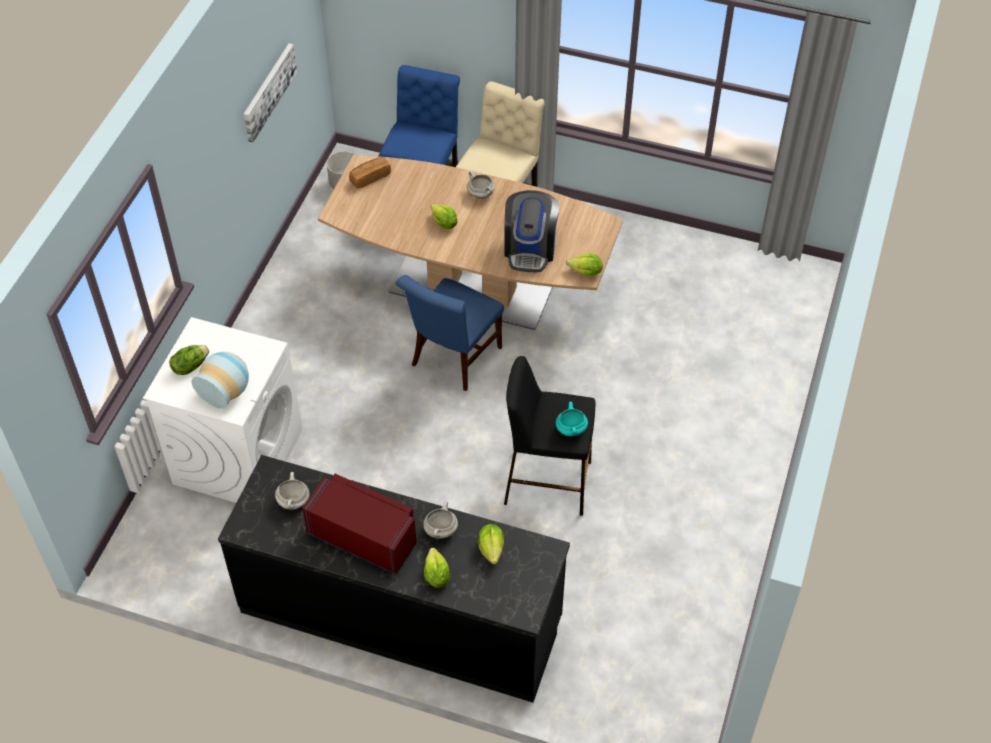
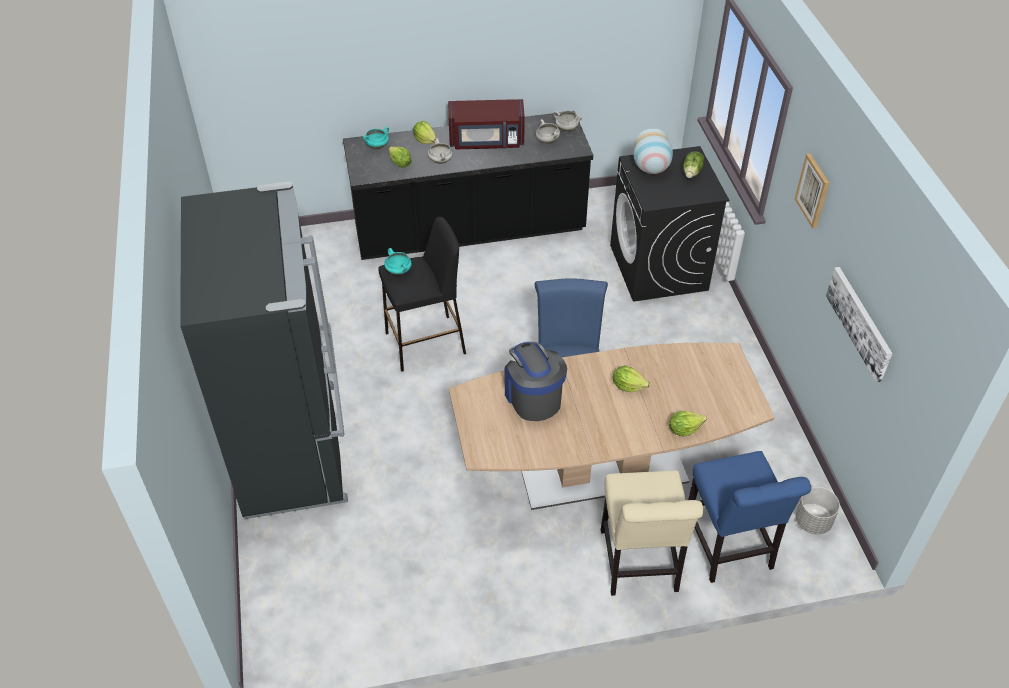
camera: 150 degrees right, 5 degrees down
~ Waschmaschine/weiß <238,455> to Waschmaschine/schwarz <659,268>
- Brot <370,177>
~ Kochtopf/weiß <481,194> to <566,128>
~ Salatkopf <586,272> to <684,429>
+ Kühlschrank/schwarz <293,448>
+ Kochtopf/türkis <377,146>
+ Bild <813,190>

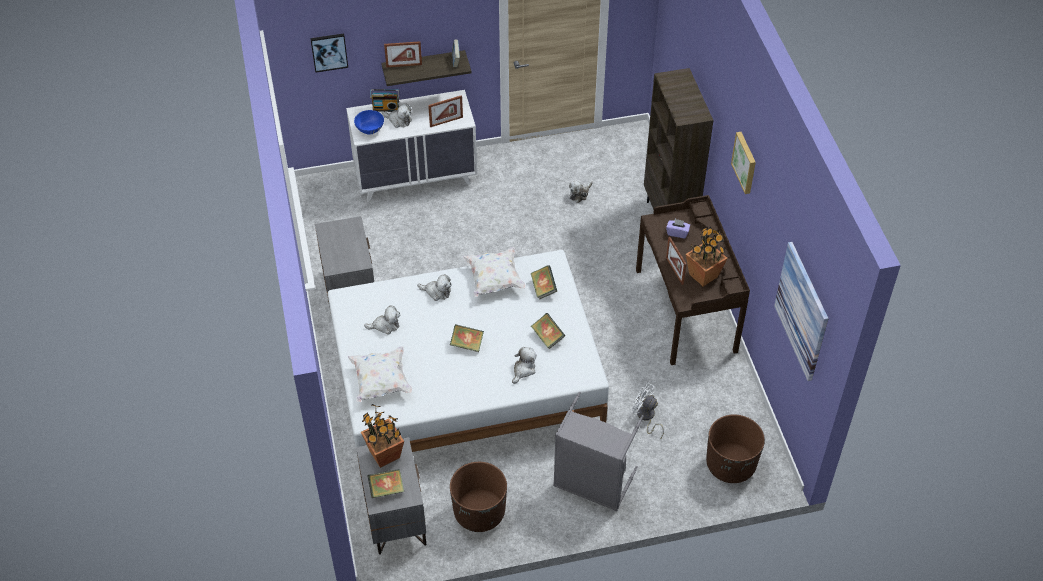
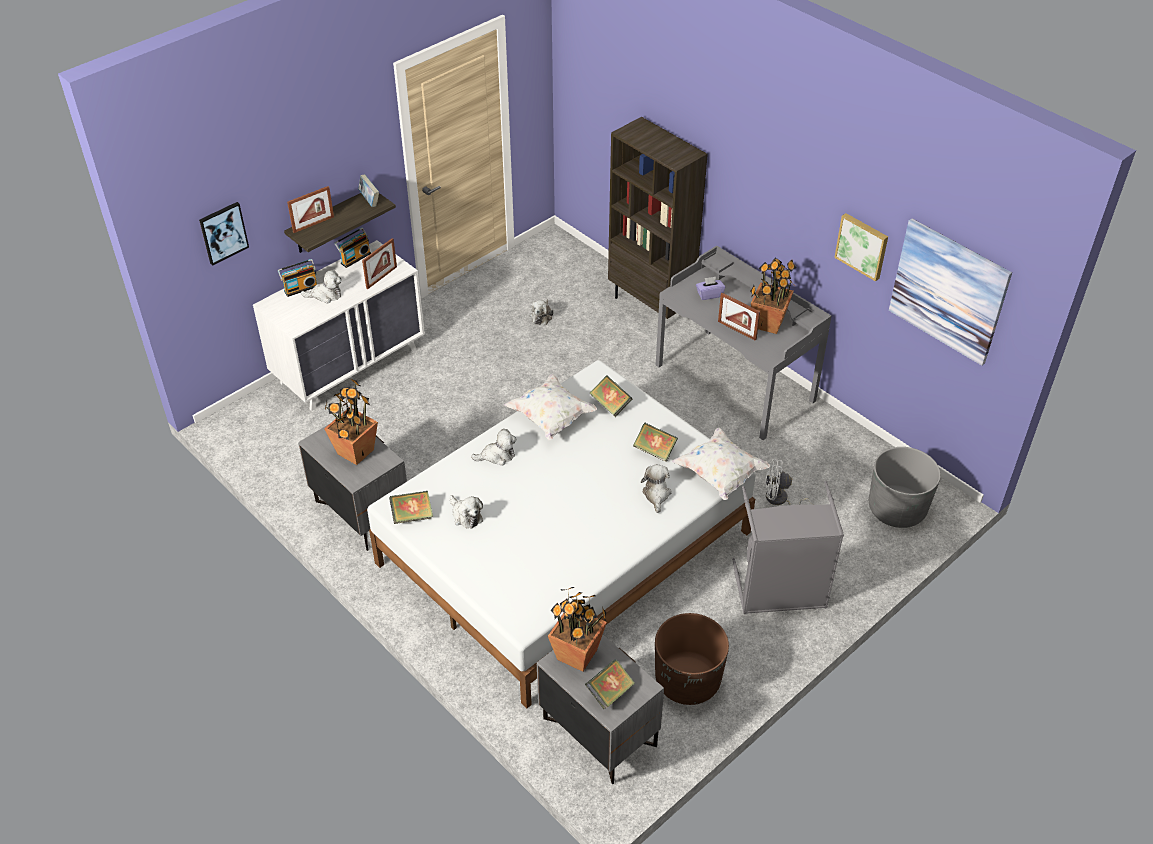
camera: 30 degrees left, 5 degrees down
~ Kissen/weiß <381,382> to <720,474>
- Schüssel/blau <370,129>
~ Plüschtier <385,325> = <466,515> 90 degrees clockwise
~ Buch <467,344> to <412,516>
~ Schreibtisch/braun <686,310> to Schreibtisch/grau <735,382>
~ Pflanzkübel/braun <730,464> to Pflanzkübel/grau <896,509>
~ Bild <745,162> to <862,245>
+ Topfpflanze <355,452>
+ Radio <354,258>

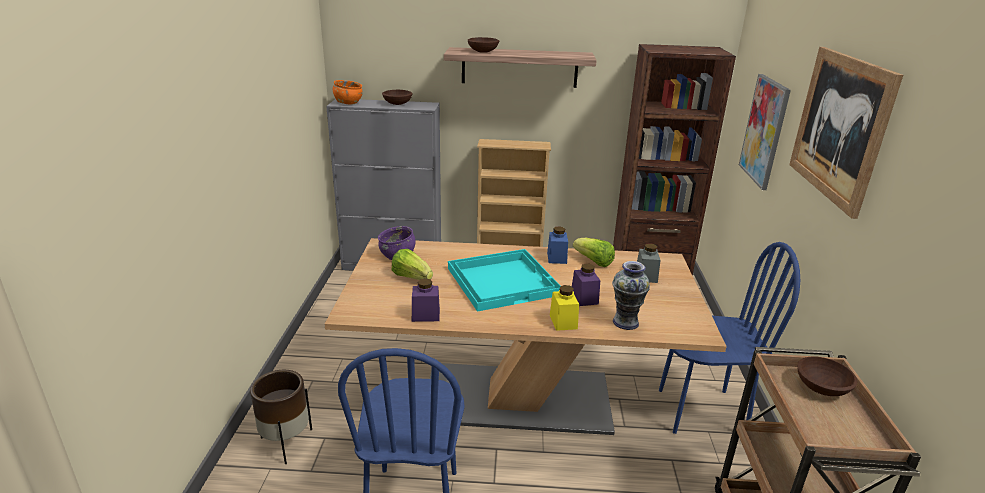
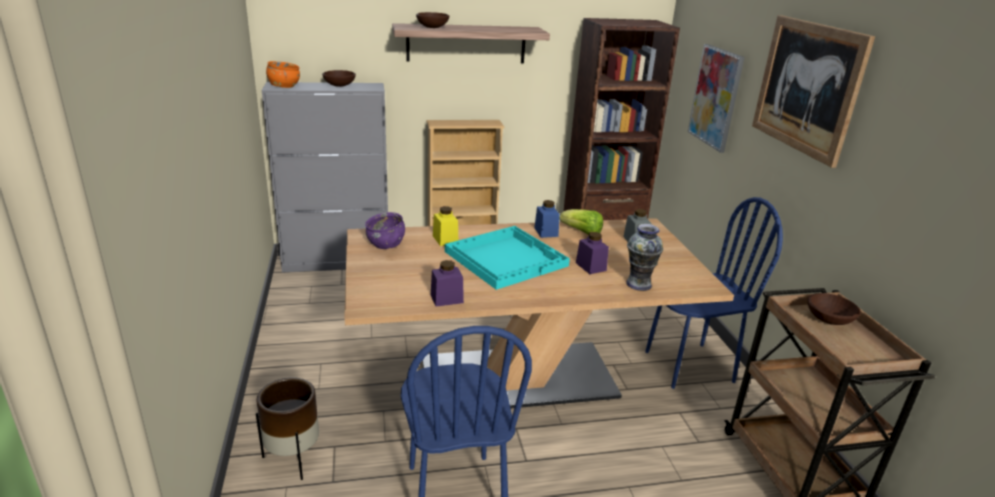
camera: 15 degrees left, 0 degrees up
- Salatkopf <412,277>
~ Vorratsglas/gelb <563,322> to <445,239>

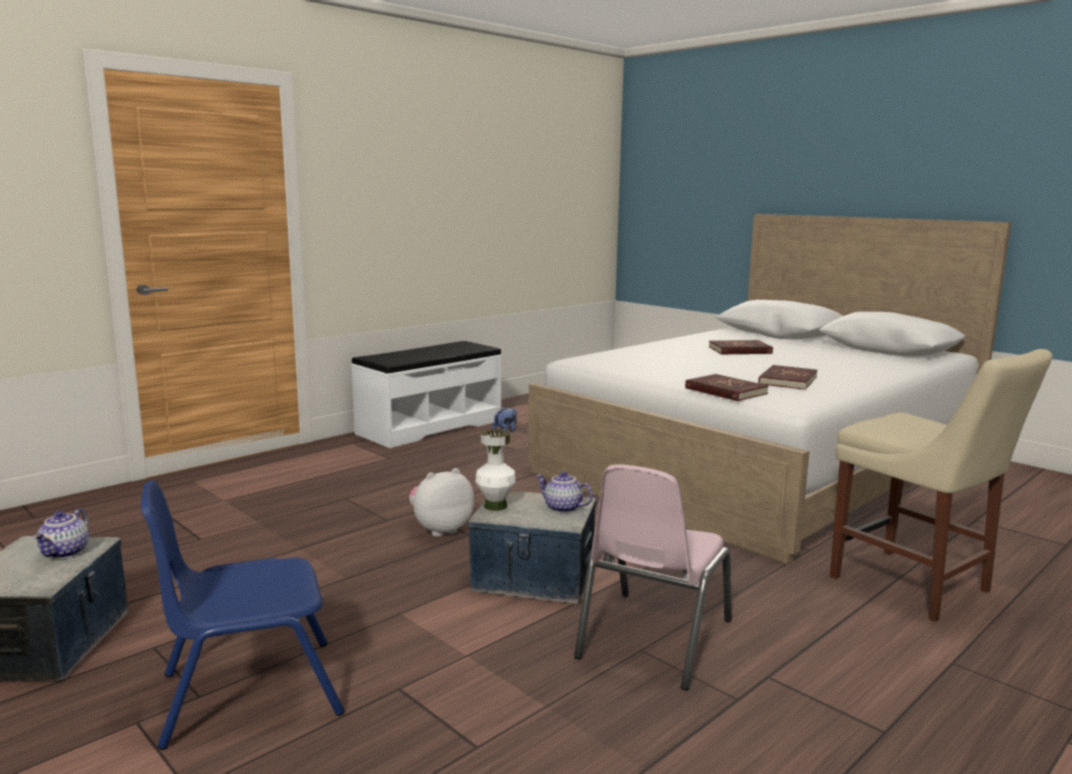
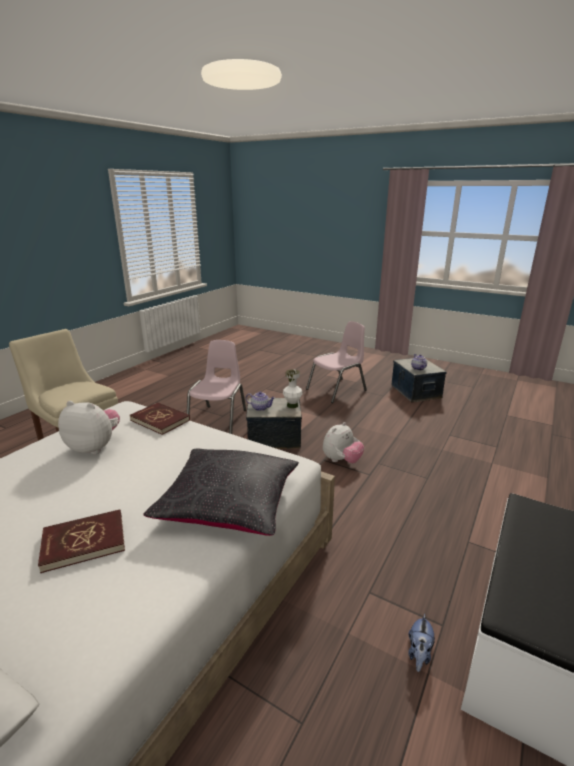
camera: 165 degrees right, 10 degrees up
~ Stuhl/blau <250,693> to Stuhl/rosa <337,390>
~ Buch/rot <787,380> to Plüschtier <95,447>
+ Kissen/schwarz <229,504>

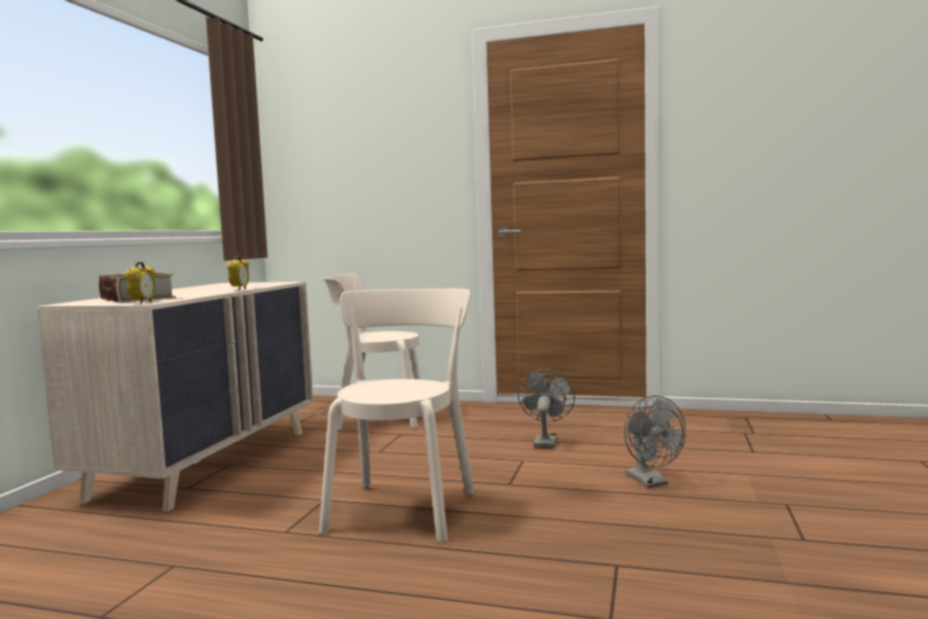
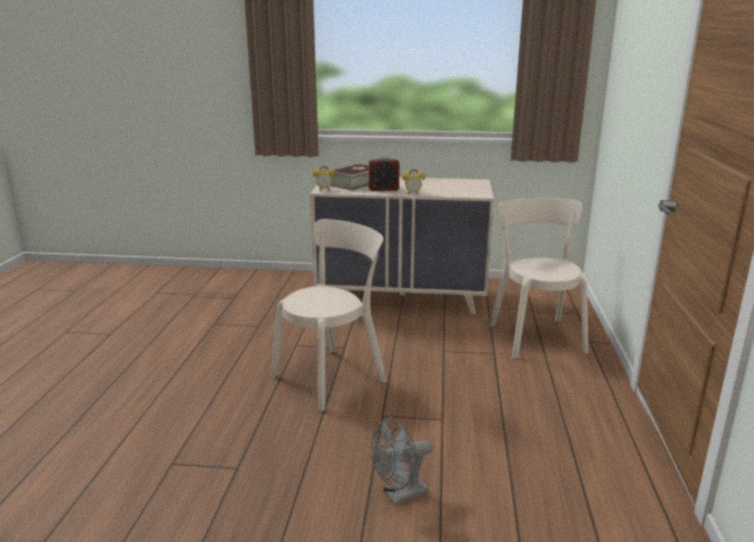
camera: 80 degrees right, 15 degrees up
~ Stuhl/beige <403,507> = <332,376> 45 degrees counterclockwise
- Ventilator/grau <545,441>
+ Wecker <383,189>

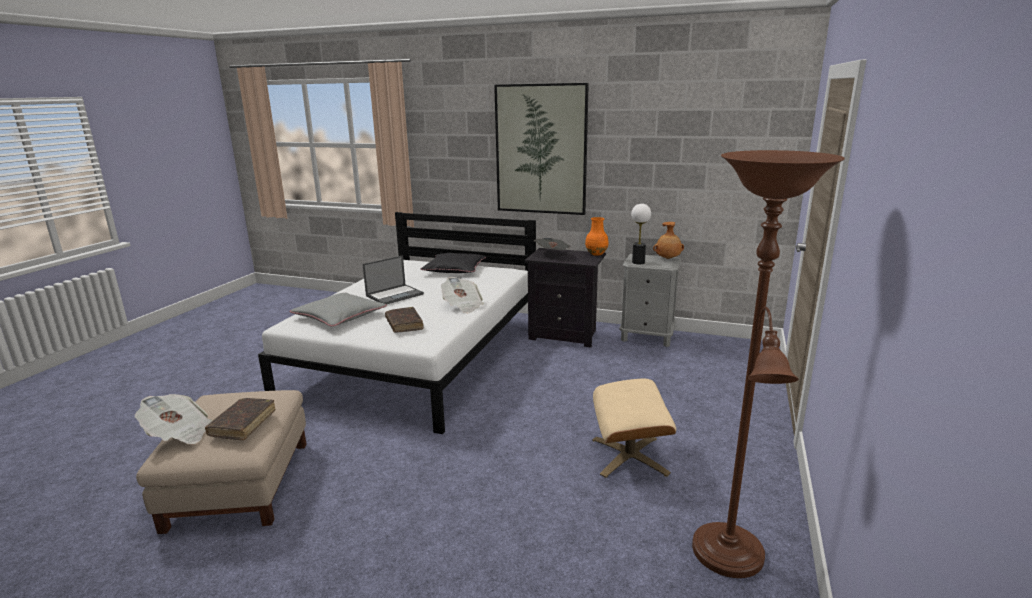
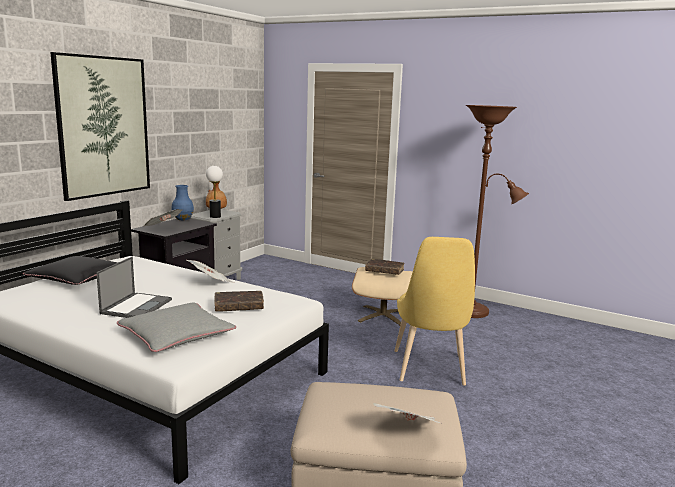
camera: 80 degrees left, 5 degrees down
~ Buch/braun <243,424> to <384,271>
~ Laptop <395,295> = <137,306> 45 degrees clockwise
~ Vase/orange <596,253> to Vase/blau <183,219>
+ Stuhl/gelb <430,371>

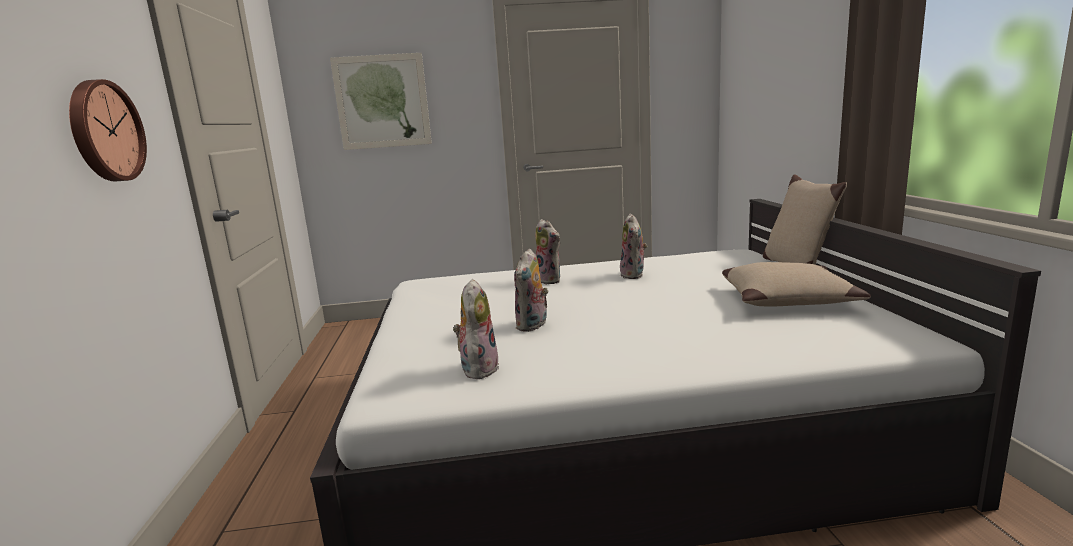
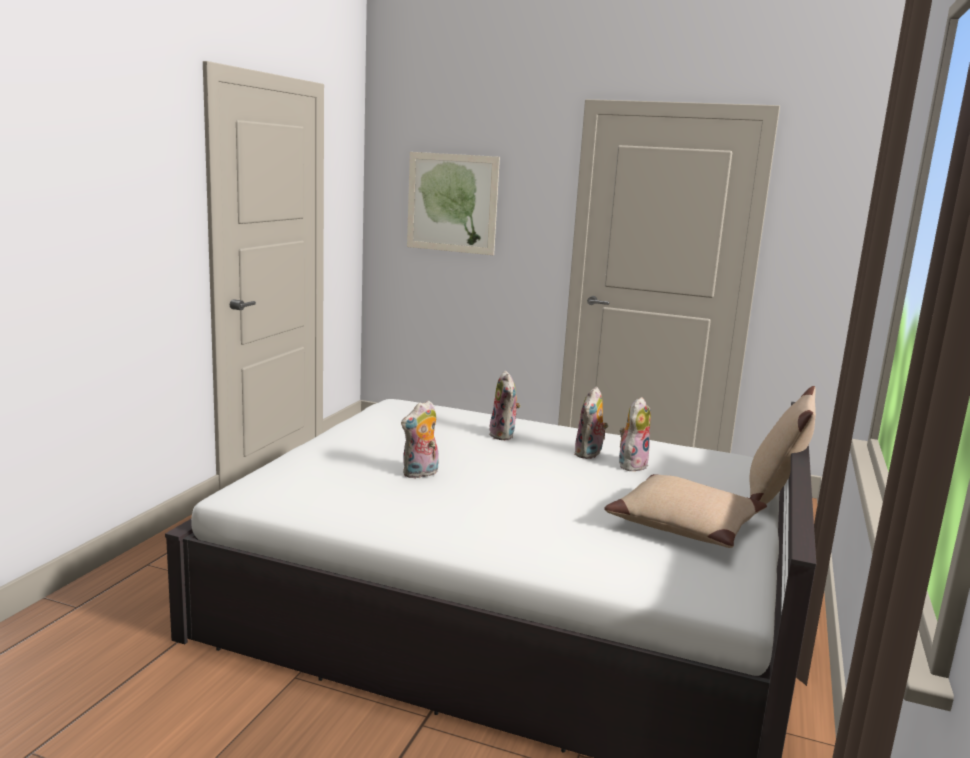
camera: 25 degrees right, 0 degrees up
- Wanduhr <104,131>
~ Plüschtier <478,368> to <631,464>

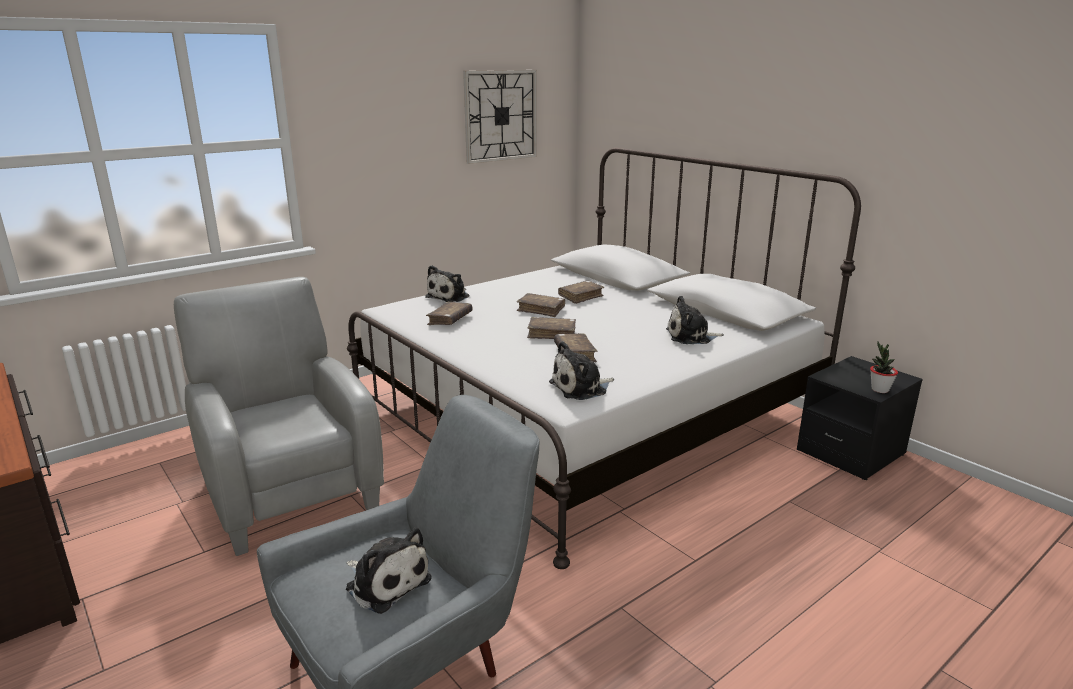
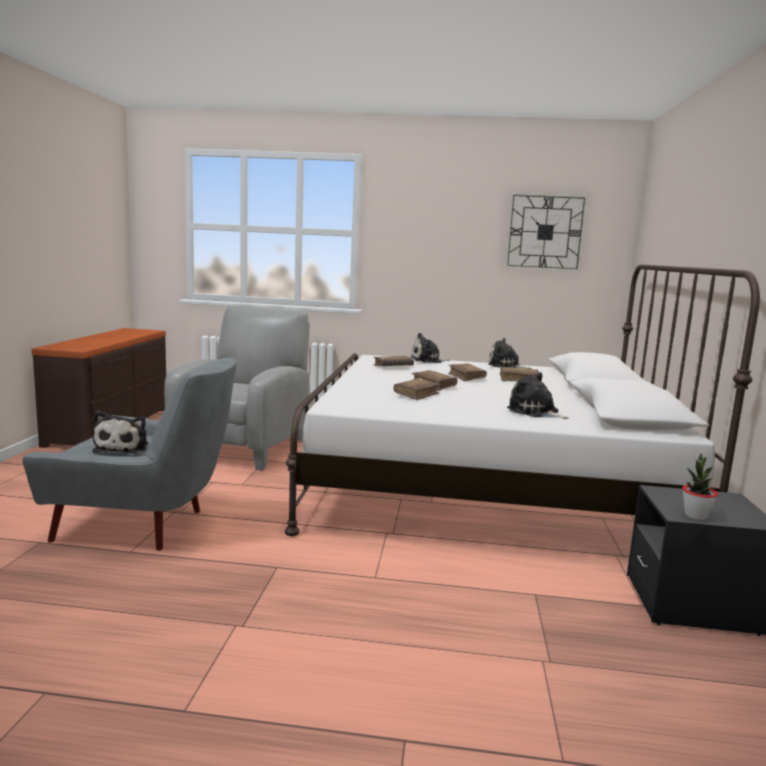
camera: 45 degrees right, 10 degrees down
~ Plüschtier <581,388> to <506,366>

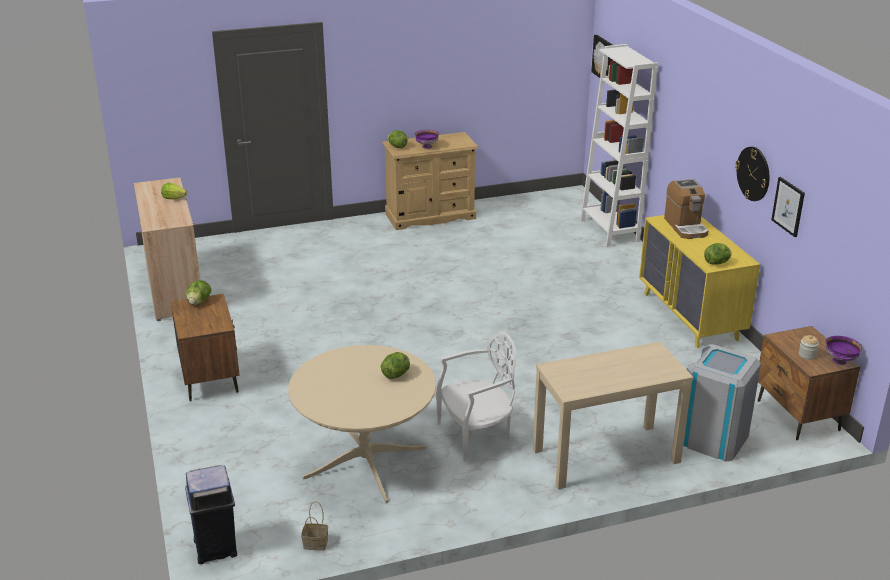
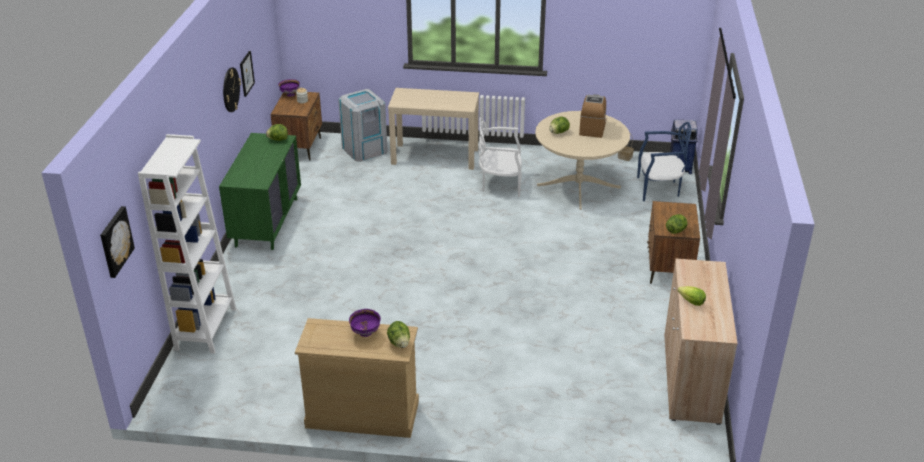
camera: 155 degrees left, 5 degrees up
~ Kommode/gelb <690,317> to Kommode/grün <267,221>
~ Kaffeemaschine <685,227> to <592,128>
+ Stuhl/blau <659,189>

